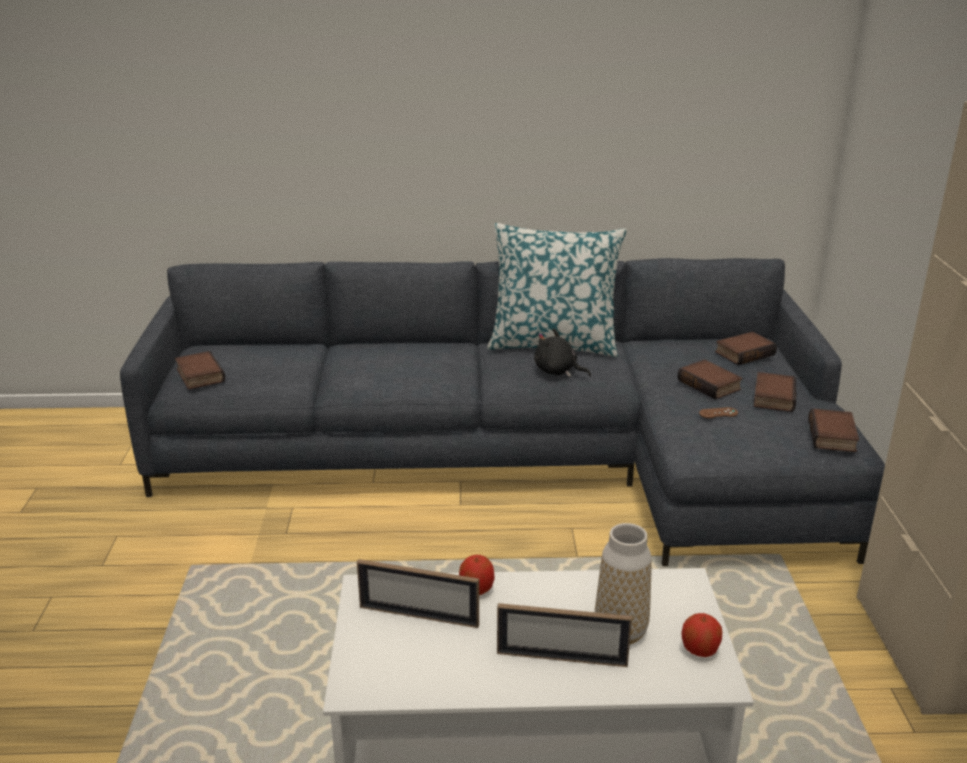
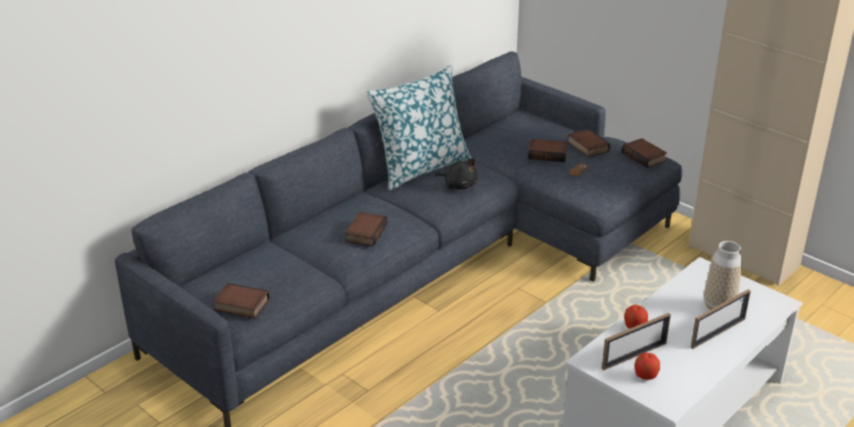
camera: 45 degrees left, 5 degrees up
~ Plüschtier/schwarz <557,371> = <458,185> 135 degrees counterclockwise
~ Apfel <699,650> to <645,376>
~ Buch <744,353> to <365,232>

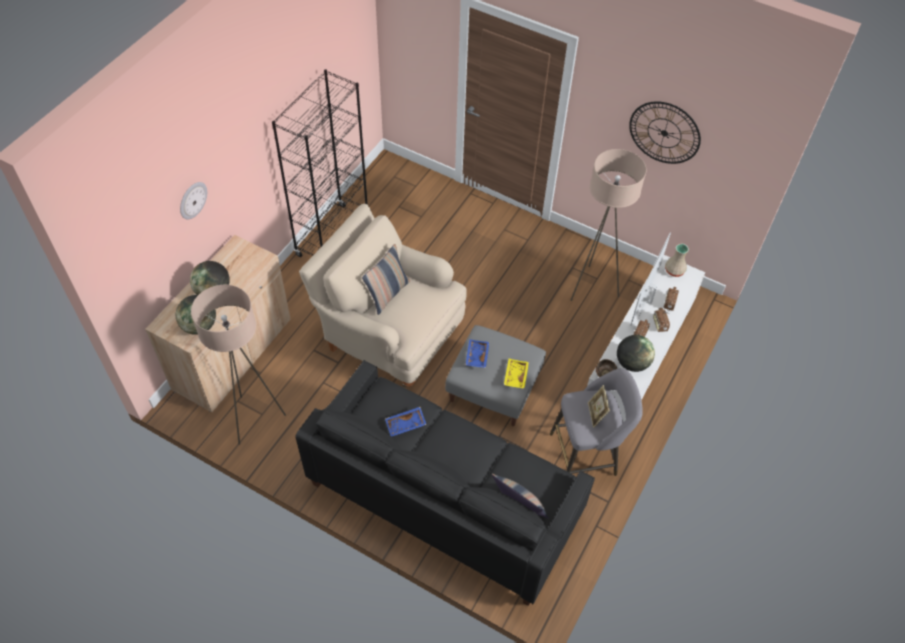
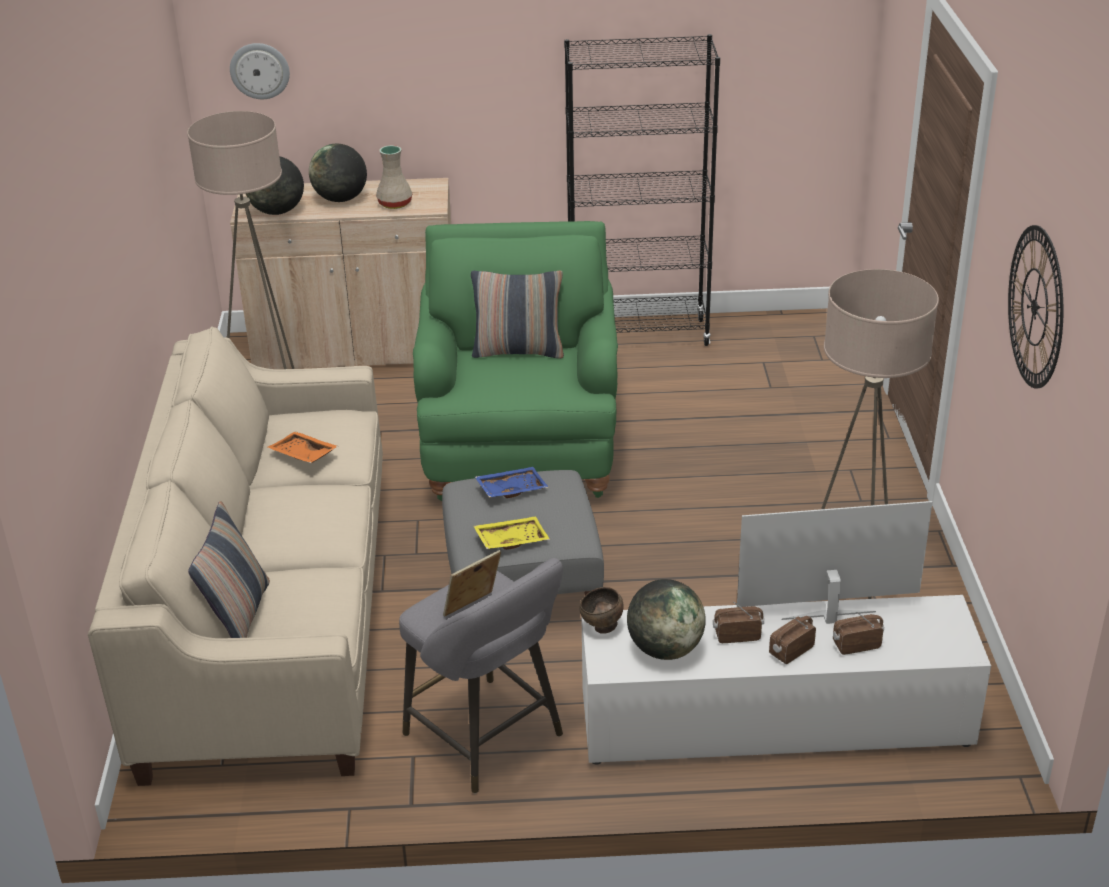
camera: 60 degrees right, 20 degrees down
~ Wanduhr <192,200> to <260,70>
~ Sofa/schwarz <443,499> to Sofa/beige <272,617>
~ Sessel/beige <388,333> to Sessel/grün <521,448>
~ Tablett/blau <406,425> to Tablett/orange <302,455>
~ Vase/beige <674,270> to <394,203>

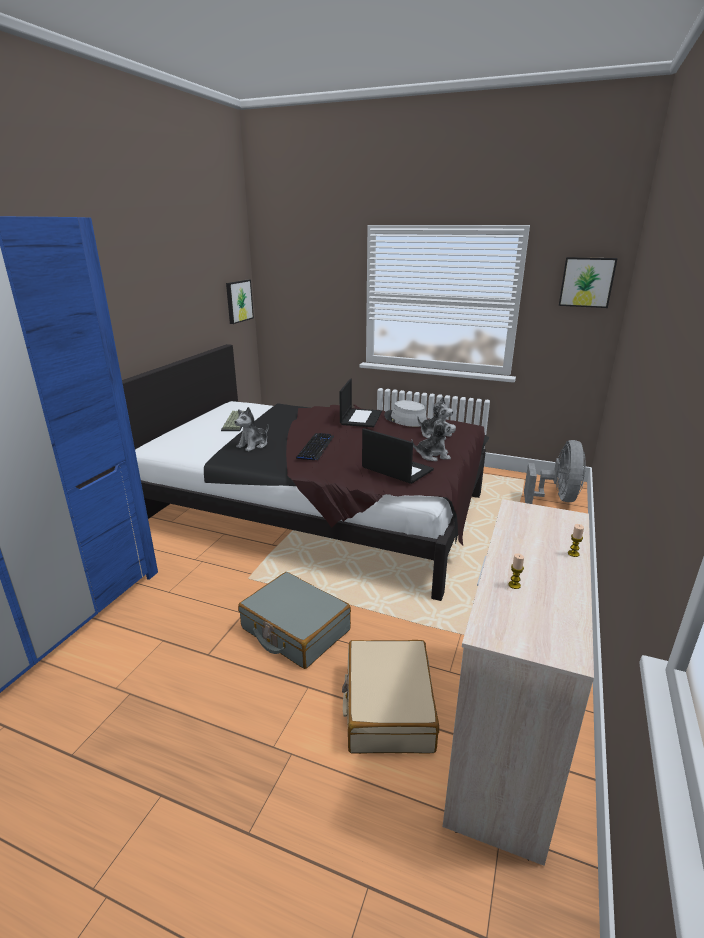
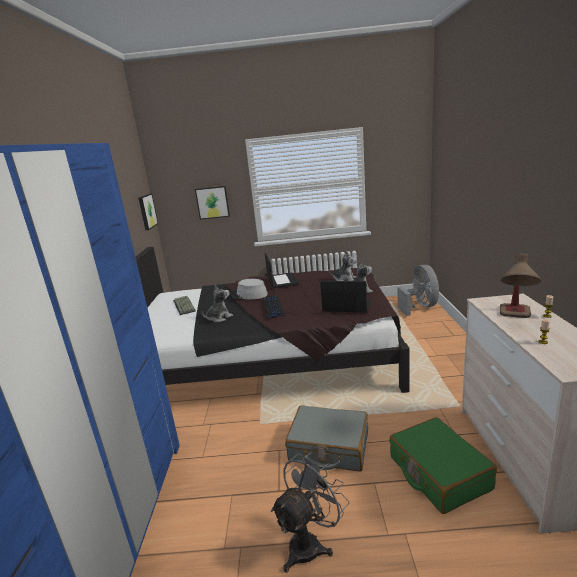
camera: 20 degrees left, 5 degrees down
~ Plüschtier <253,445> = <219,318> 150 degrees counterclockwise
~ Koffer/beige <388,706> to Koffer/grün <438,473>
~ Hut/grau <405,419> to <249,294>
~ Bild <587,282> to <212,202>
+ Ventilator/grau <310,543>
+ Tischlampe <515,318>

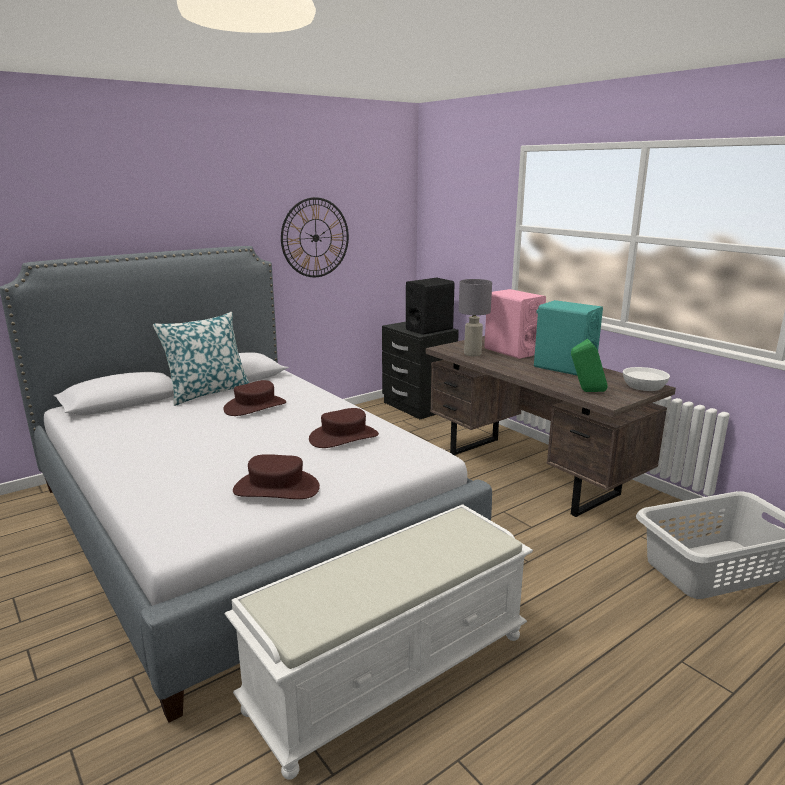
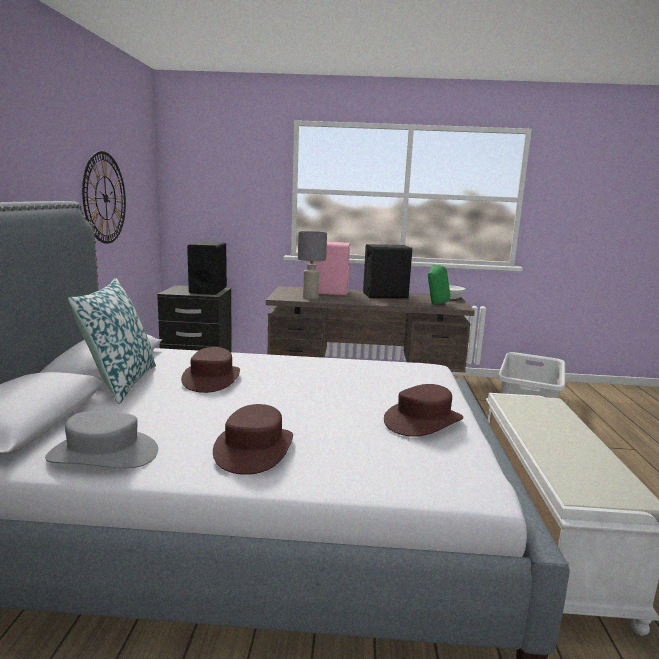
camera: 50 degrees left, 5 degrees down
~ Hut/braun <344,437> to <254,449>
~ Lautsprecher/türkis <564,367> to Lautsprecher/schwarz <384,295>
+ Hut/grau <103,454>

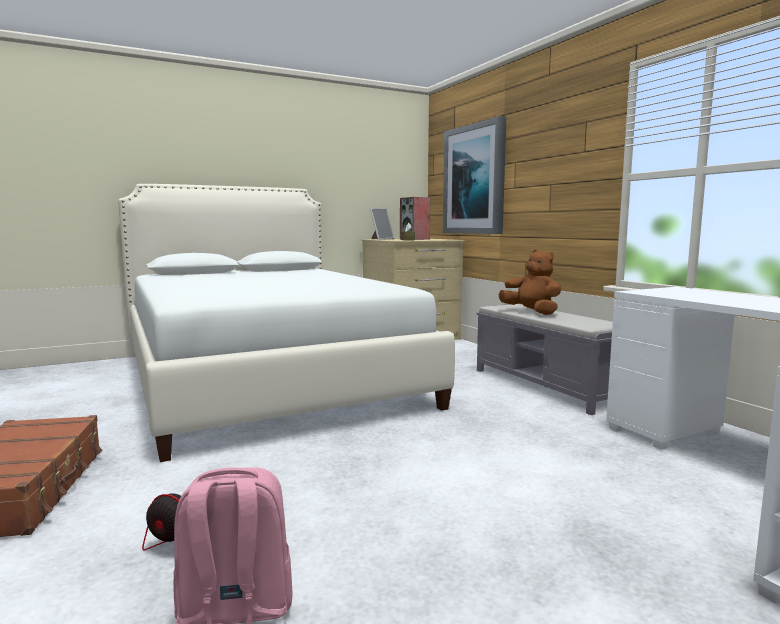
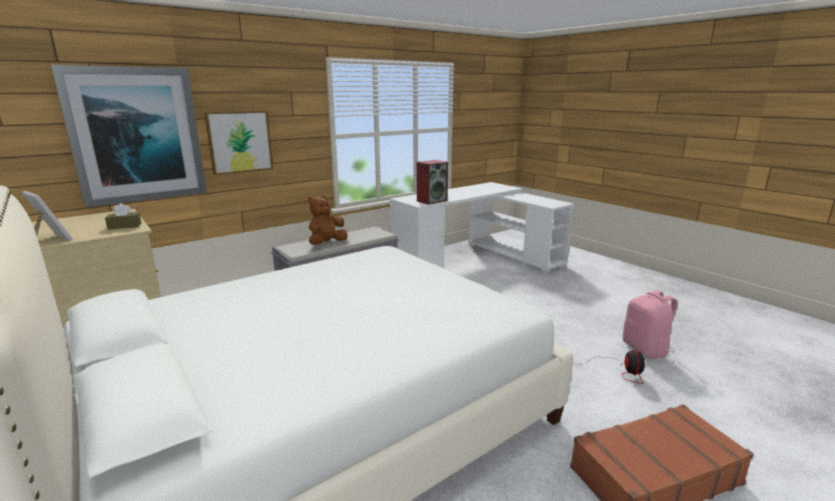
camera: 100 degrees left, 10 degrees up
~ Lautsprecher <415,239> to <432,201>
+ Bild <240,141>

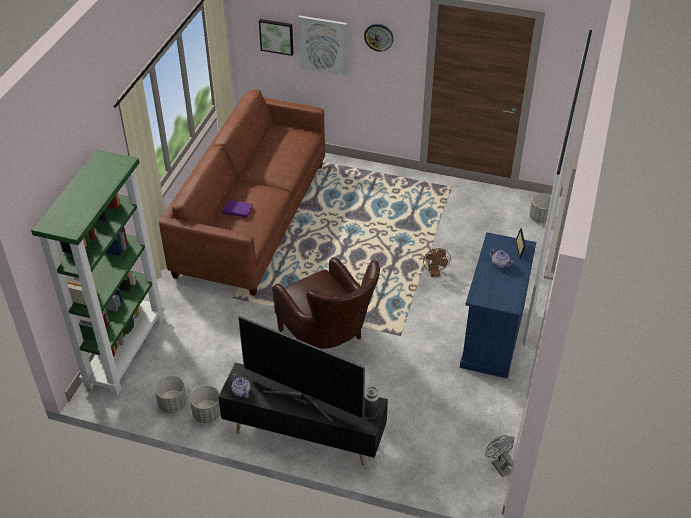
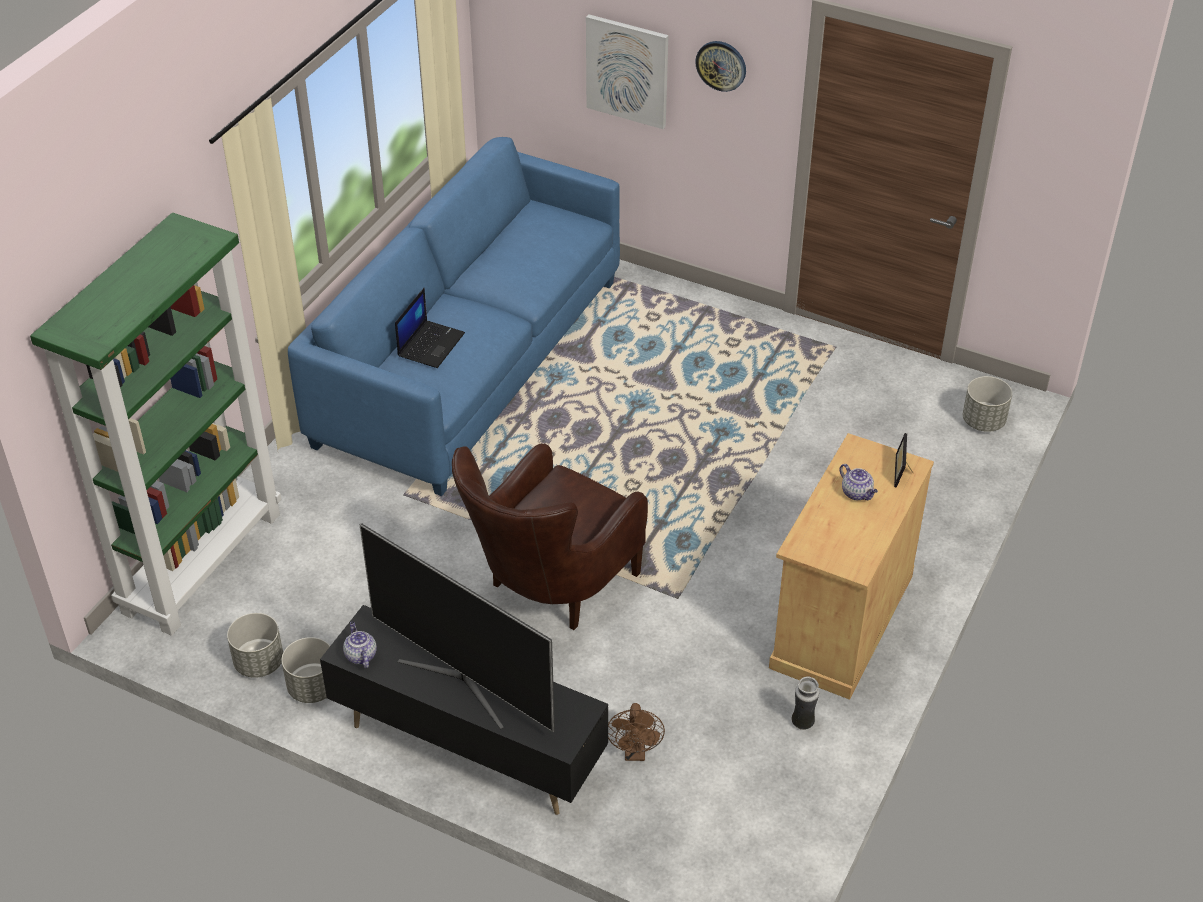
camera: 10 degrees right, 0 degrees up
~ Sofa/braun <252,218> to Sofa/blau <469,362>
~ Buch/lila <237,210> to Laptop <430,344>
- Bild <277,36>
~ Sessel/braun <328,341> = <549,591> 60 degrees clockwise
~ Vase <371,414> to <803,723>
~ Ventilator/braun <434,273> to <635,752>
~ Schrank/blau <492,336> to Schrank/beige <841,621>
- Ventilator/grau <499,465>

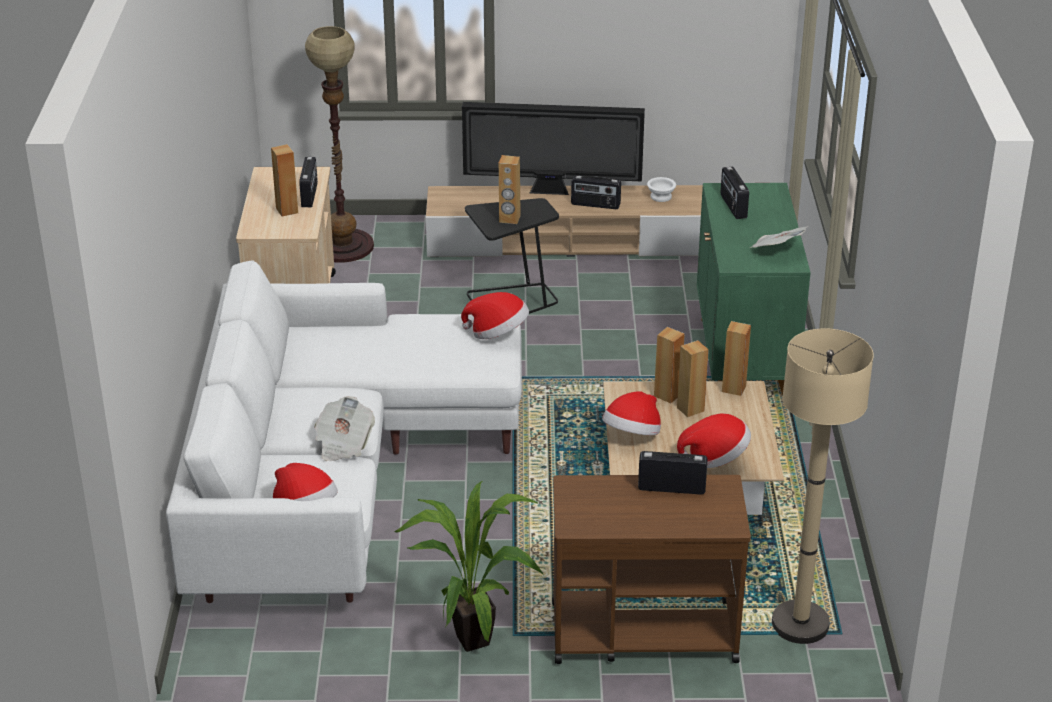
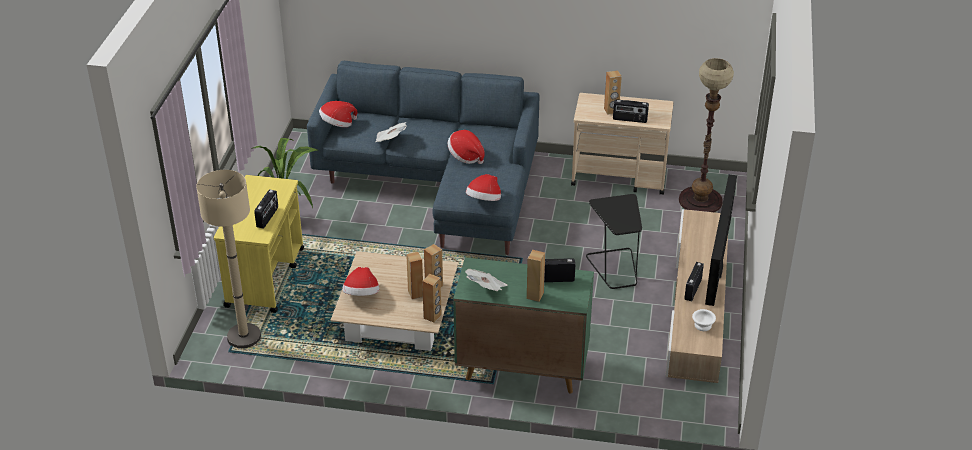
camera: 100 degrees right, 5 degrees up
~ Sofa/weiß <332,478> to Sofa/blau <438,183>
~ Lautsprecher/braun <509,219> to <535,295>
~ Rollwagen/braun <642,631> to Rollwagen/gelb <265,277>
~ Hut <632,435> to <466,156>

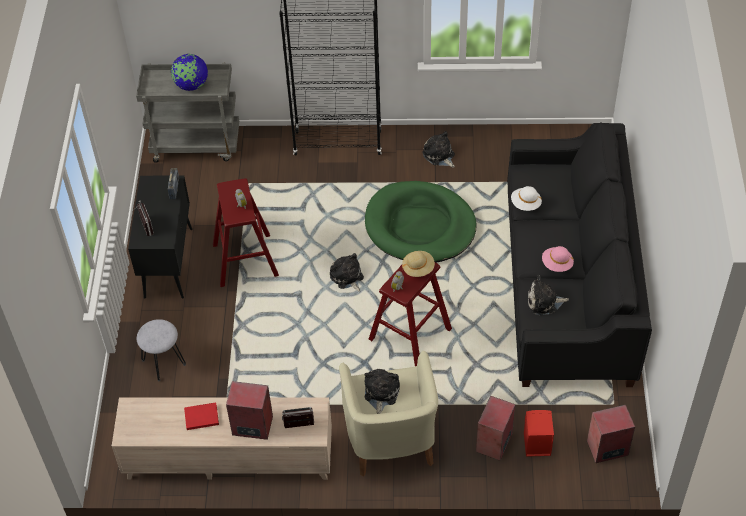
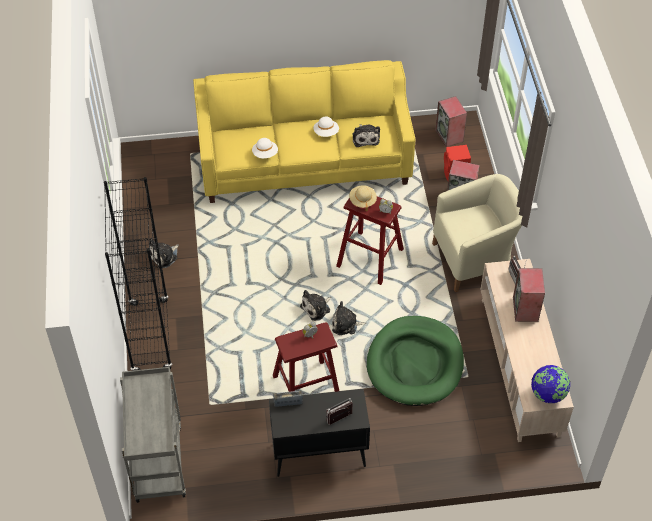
camera: 100 degrees left, 0 degrees up
- Hocker/grau <163,362>
~ Globus <191,85> to <548,394>
- Buch/rot <200,417>
~ Plüschtier <381,393> to <346,324>
~ Hundebett/grün <420,226> to <415,363>
~ Sofa/schwarz <568,287> to Sofa/gelb <305,162>
~ Hut/rosa <557,264> to Hut/weiß <326,132>

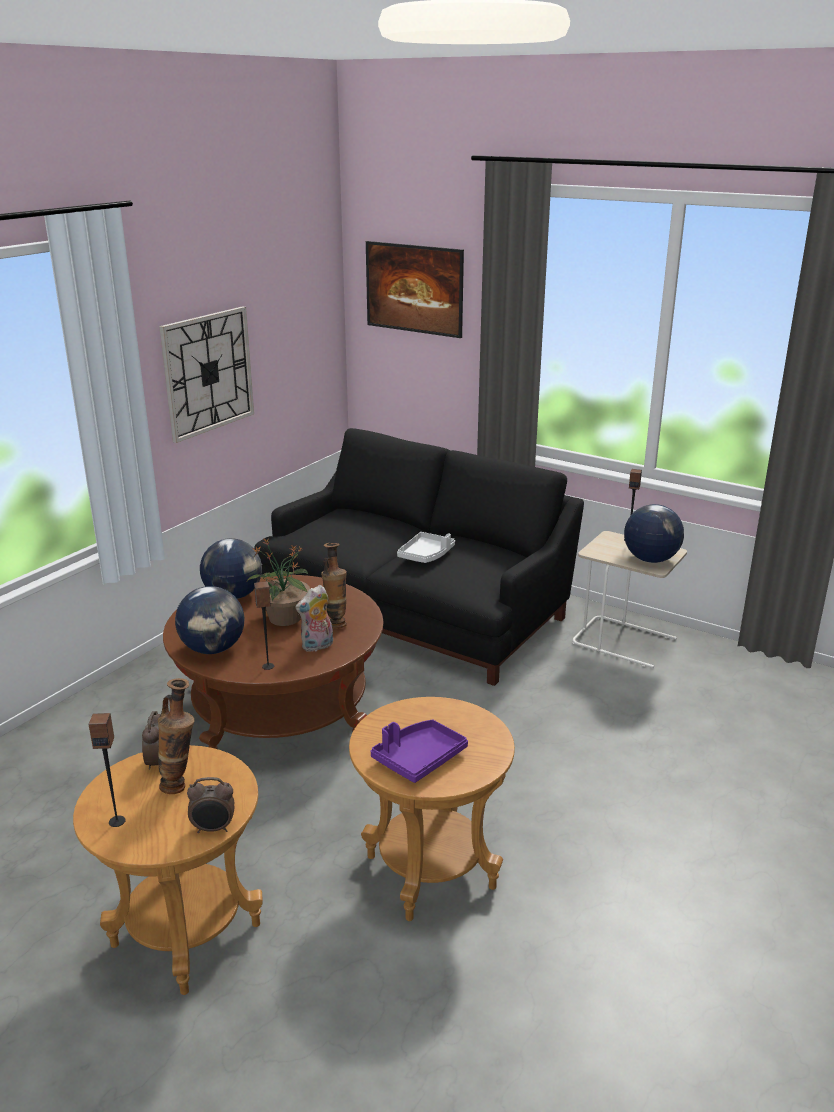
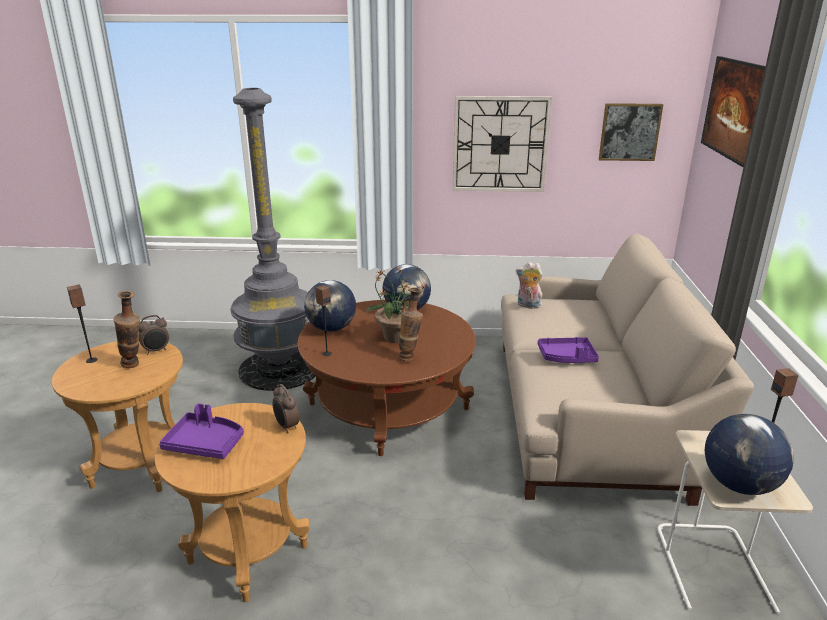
camera: 60 degrees right, 0 degrees up
~ Wecker <213,829> to <286,426>
~ Sofa/schwarz <417,609> to Sofa/beige <590,413>
~ Plüschtier <317,646> to <528,306>
~ Tablett/weiß <426,555> to Tablett/lila <567,357>
+ Stehlampe/grau <280,368>
+ Bild <629,132>

